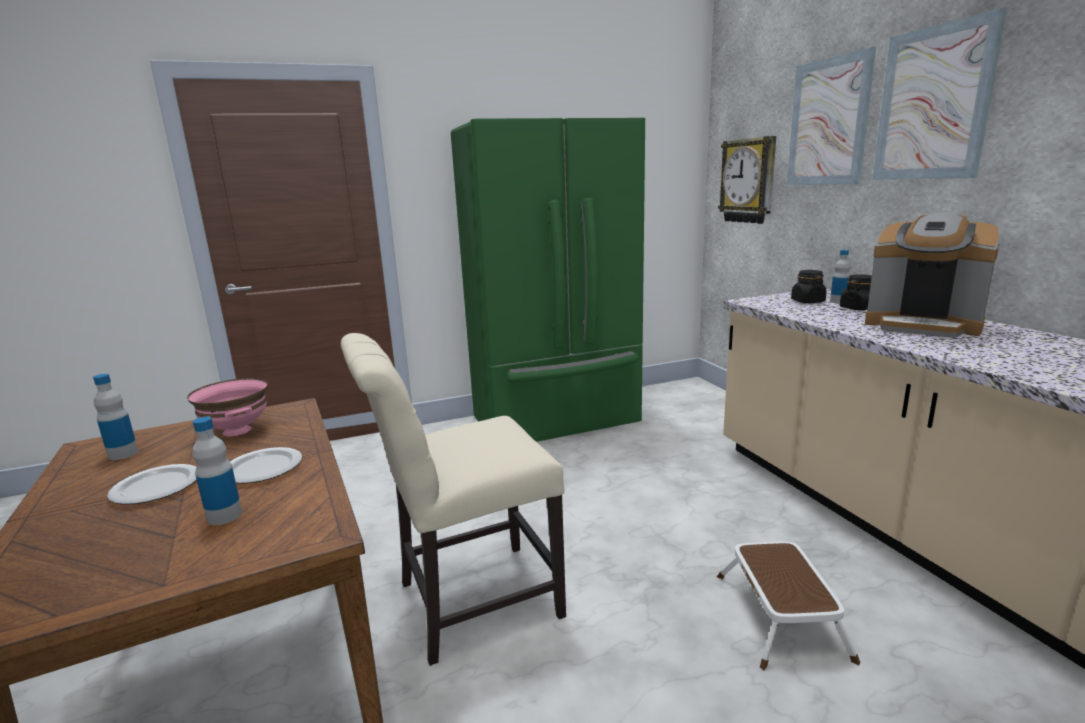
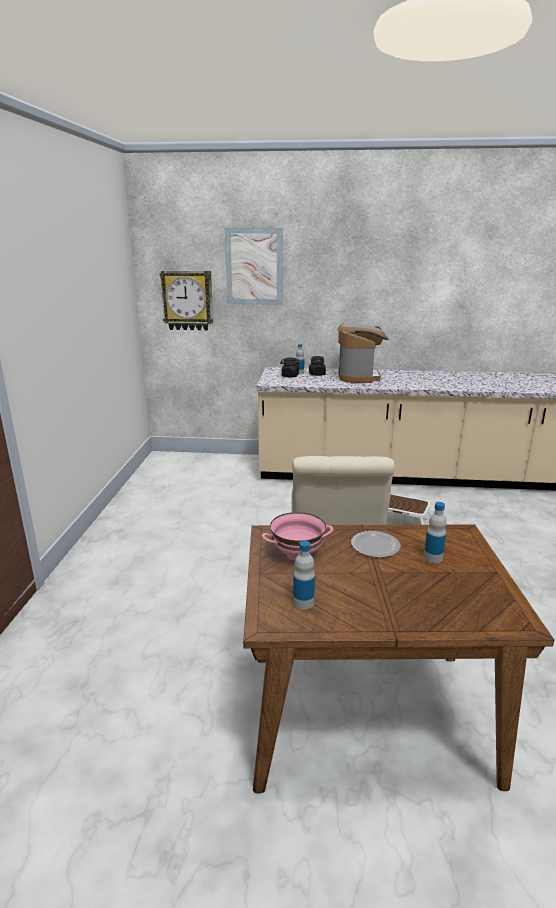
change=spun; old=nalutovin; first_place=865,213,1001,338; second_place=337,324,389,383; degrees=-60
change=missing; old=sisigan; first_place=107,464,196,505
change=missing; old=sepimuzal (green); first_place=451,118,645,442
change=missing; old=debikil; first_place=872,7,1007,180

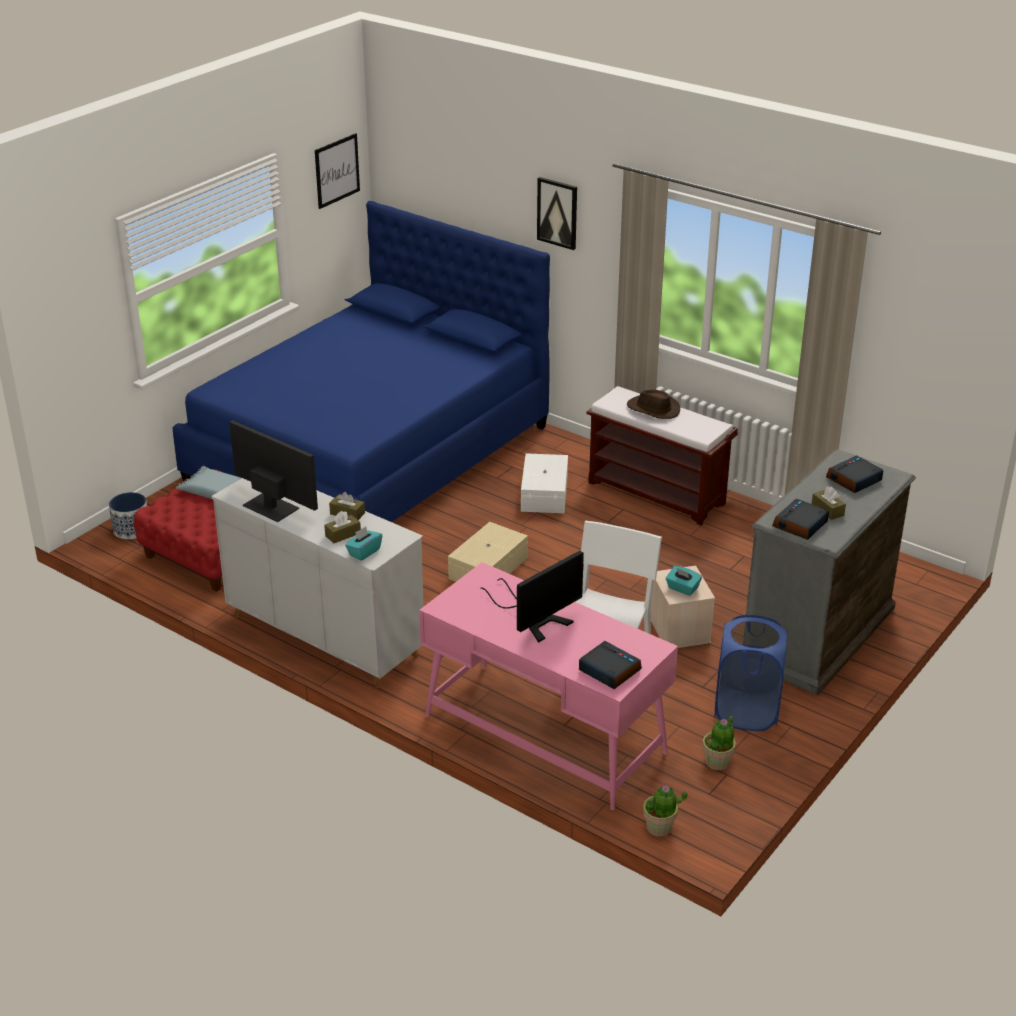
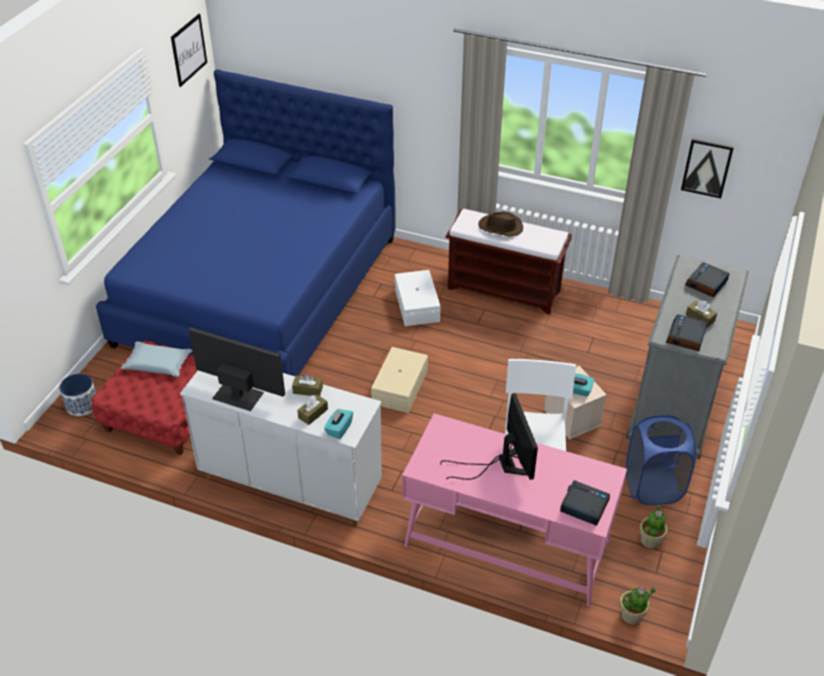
change=spun; old=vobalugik; first_place=480,551,584,643; second_place=440,393,538,480; degrees=-45
change=relocated; old=debikil; first_place=537,177,577,250; second_place=681,138,734,198

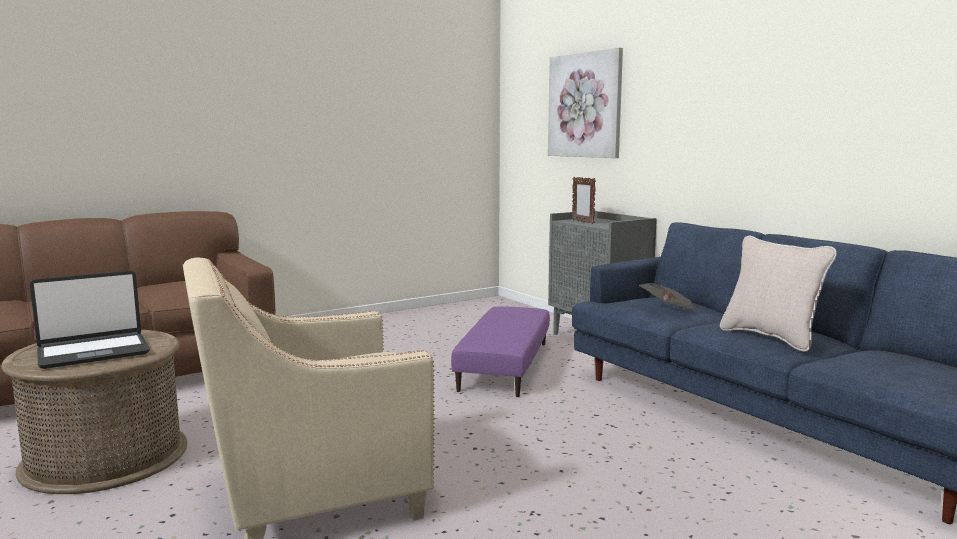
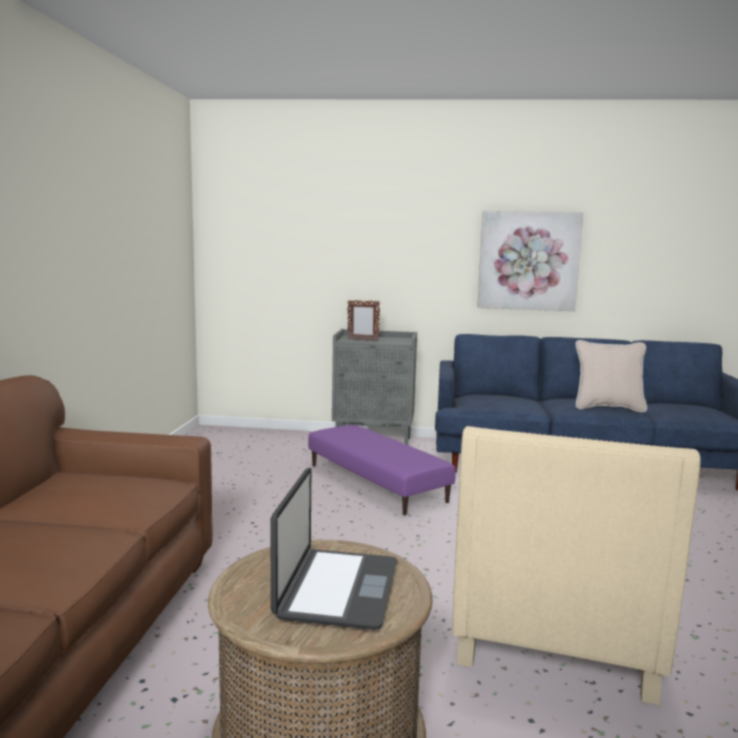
change=relocated; old=debikil; first_place=548,48,623,158; second_place=477,210,584,311
change=missing; old=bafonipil; first_place=639,283,694,308

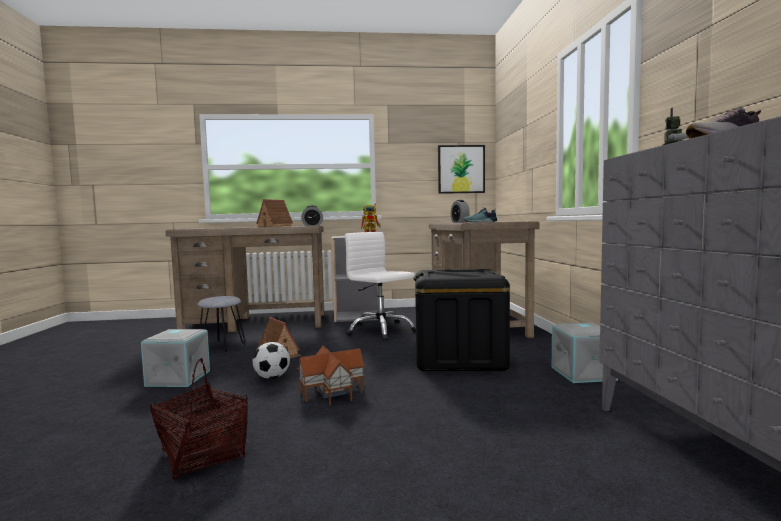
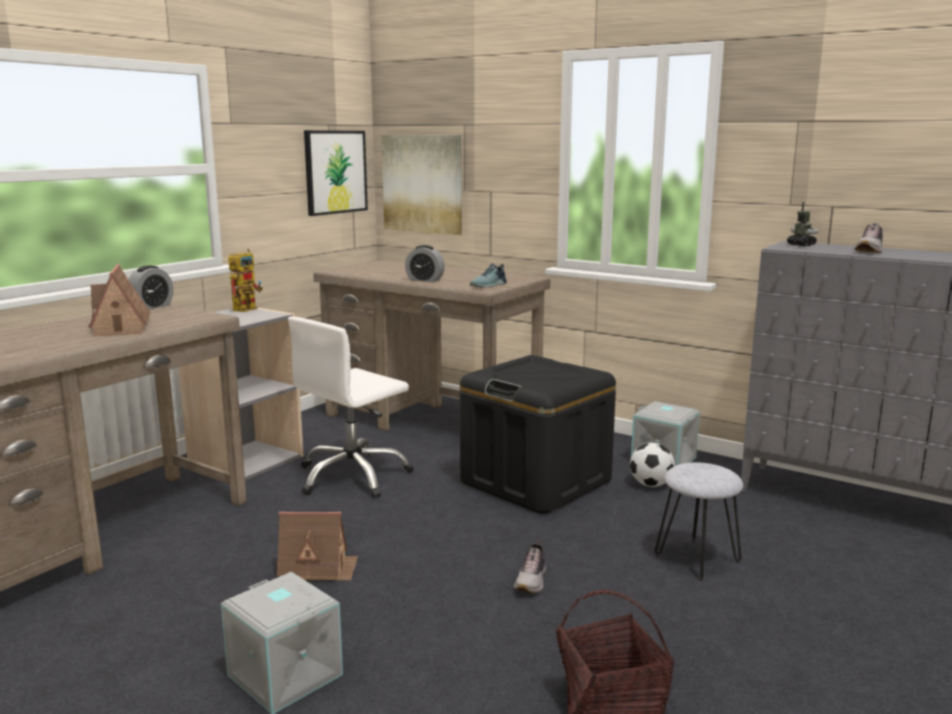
change=spun; old=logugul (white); first_place=345,232,416,340; second_place=288,316,414,498; degrees=-45
change=appeared; new=debikil; second_place=382,135,462,235
change=exchanged; old=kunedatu; new=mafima; first_place=297,345,365,405; second_place=514,539,546,593
change=relocated; old=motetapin; first_place=252,342,290,379; second_place=630,443,675,487
change=relocated; old=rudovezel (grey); first_place=197,296,245,354; second_place=655,462,743,581

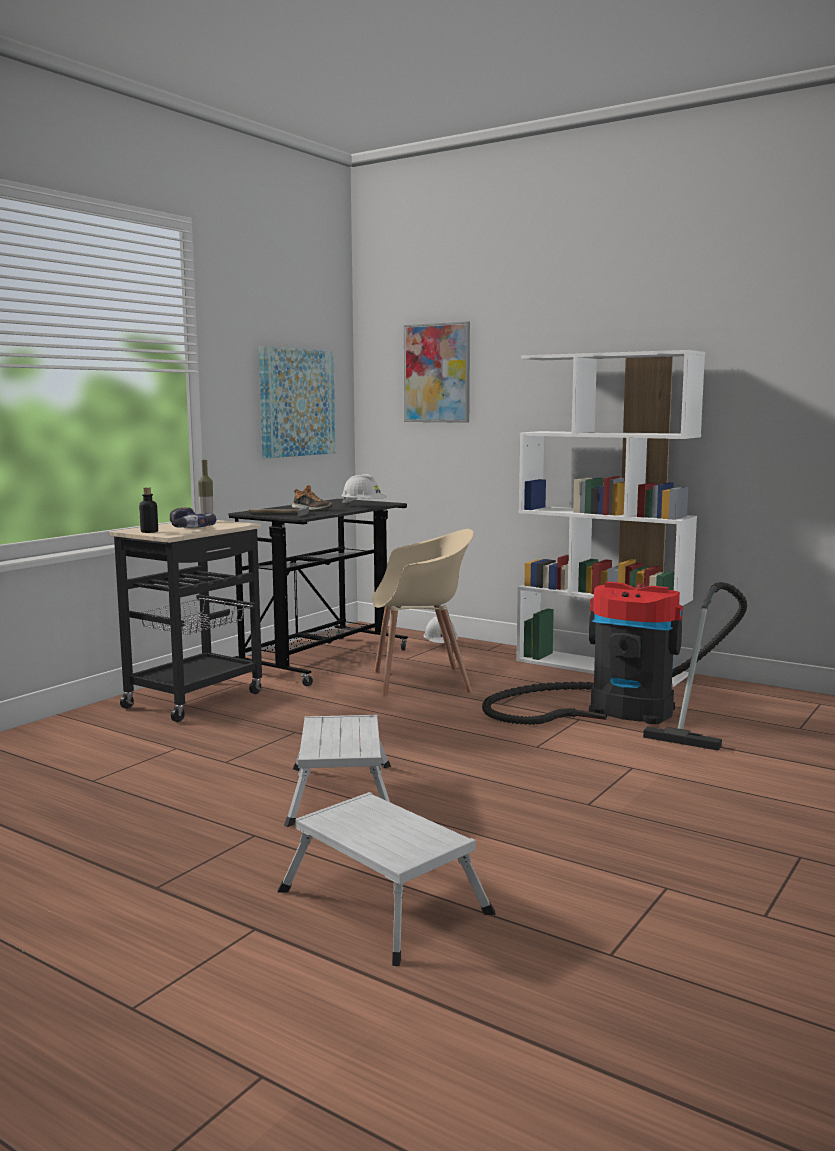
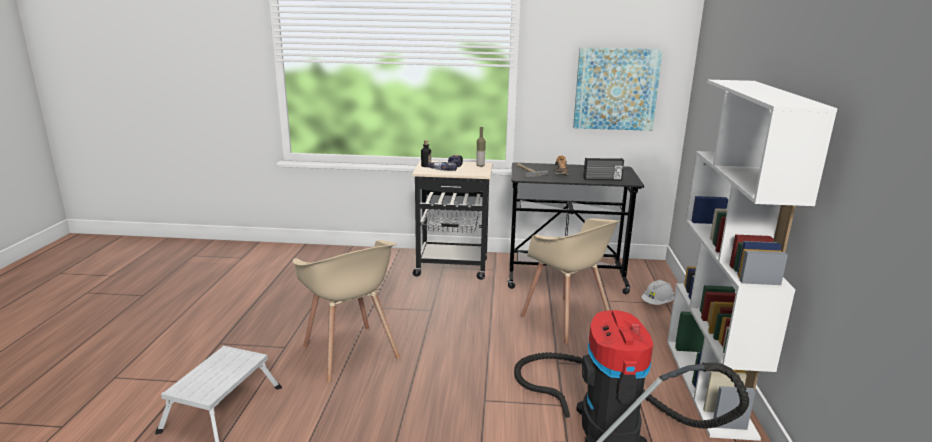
change=exchanged; old=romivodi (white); new=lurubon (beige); first_place=284,715,391,827; second_place=293,240,400,382
change=exchanged; old=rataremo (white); new=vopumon; first_place=341,474,387,505; second_place=583,158,624,180
change=missing; old=debikil; first_place=404,321,470,423

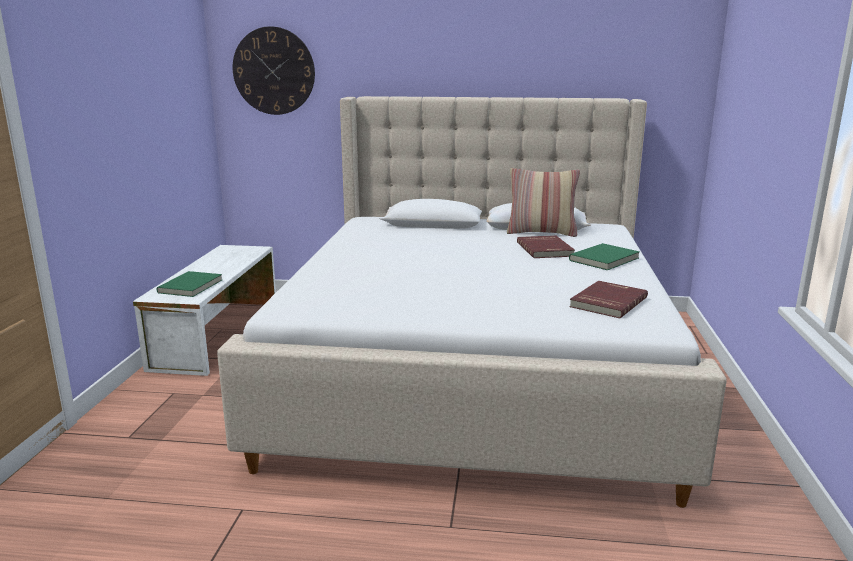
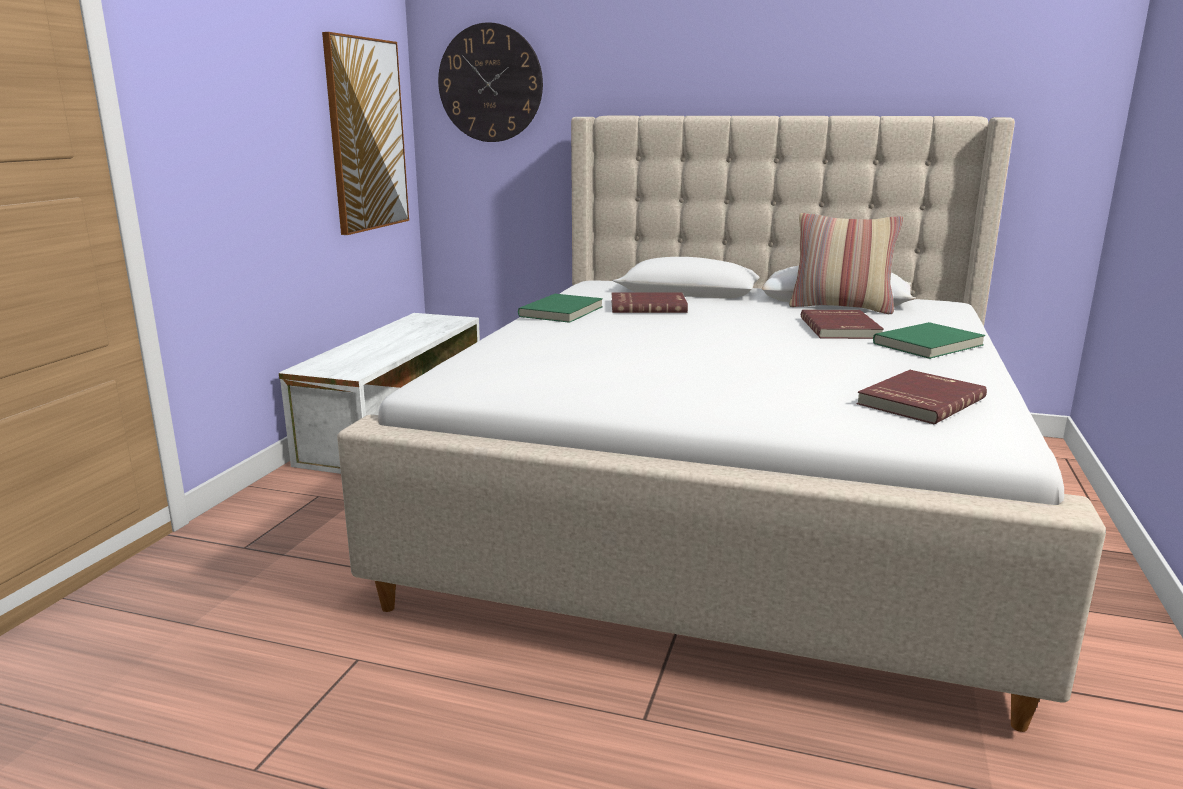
change=appeared; new=debikil; second_place=322,32,409,235
change=relocated; old=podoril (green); first_place=157,271,222,297; second_place=518,294,603,323
change=appeared; new=podoril (red); second_place=611,292,688,313

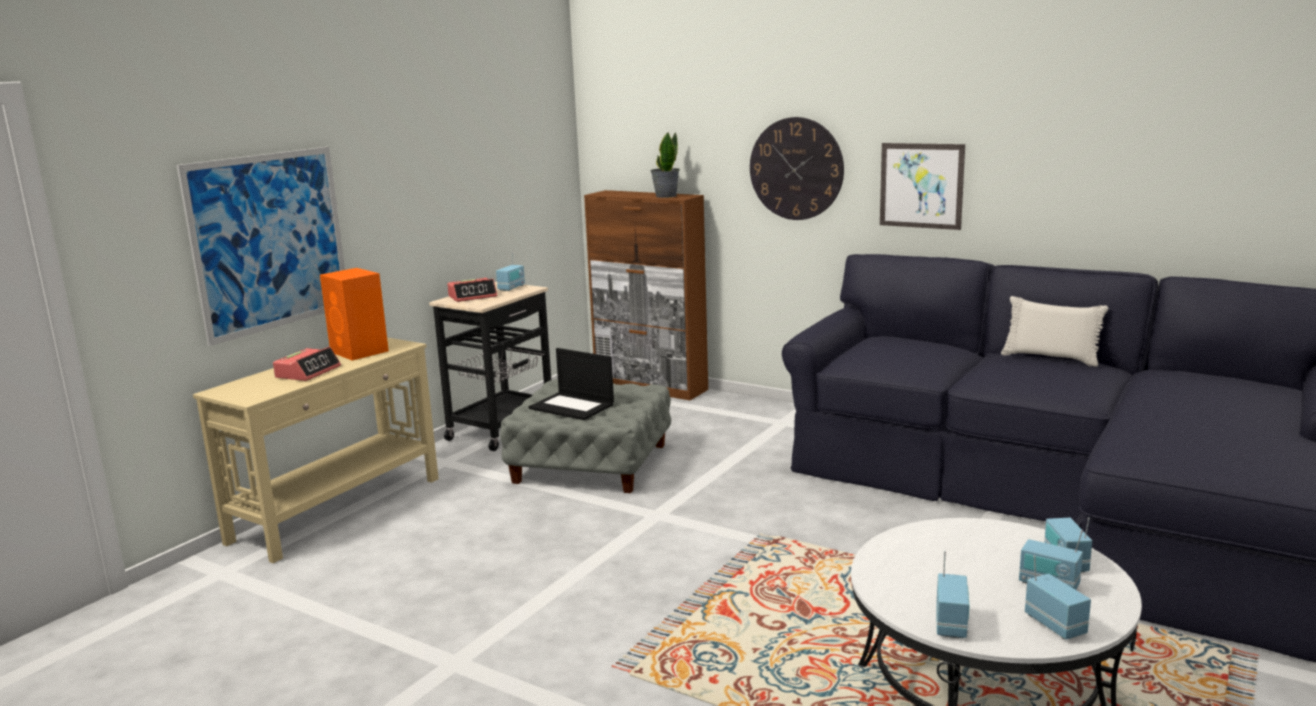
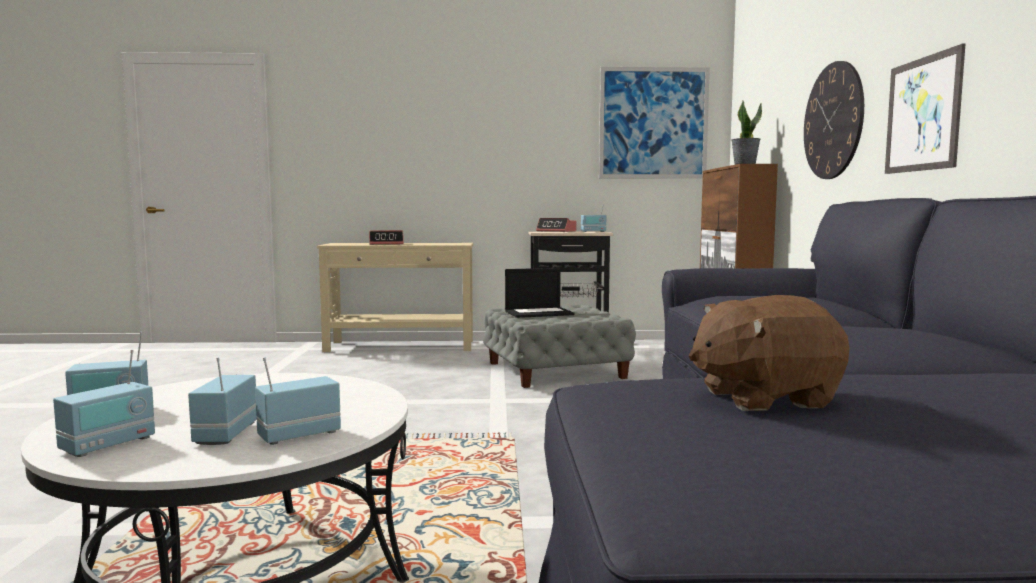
change=spun; old=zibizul; first_place=529,348,614,420; second_place=505,268,575,318; degrees=-105
change=relocated; old=debikil; first_place=177,147,345,346; second_place=599,67,710,179
change=appeared; new=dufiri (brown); second_place=689,295,850,411
change=missing; old=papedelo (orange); first_place=320,268,389,361
change=missing; old=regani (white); first_place=1001,296,1108,367

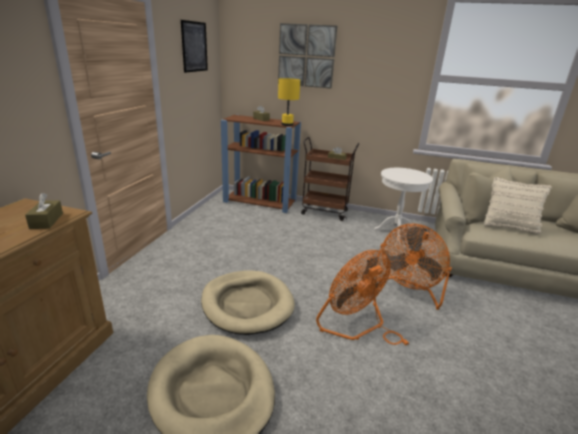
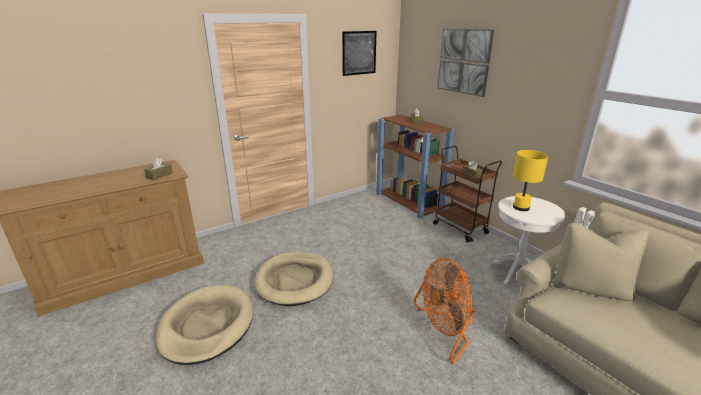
change=relocated; old=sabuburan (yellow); first_place=278,78,300,126; second_place=513,150,548,211
change=missing; old=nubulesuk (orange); first_place=316,250,409,346
change=missing; old=regani (beige); first_place=484,177,552,235

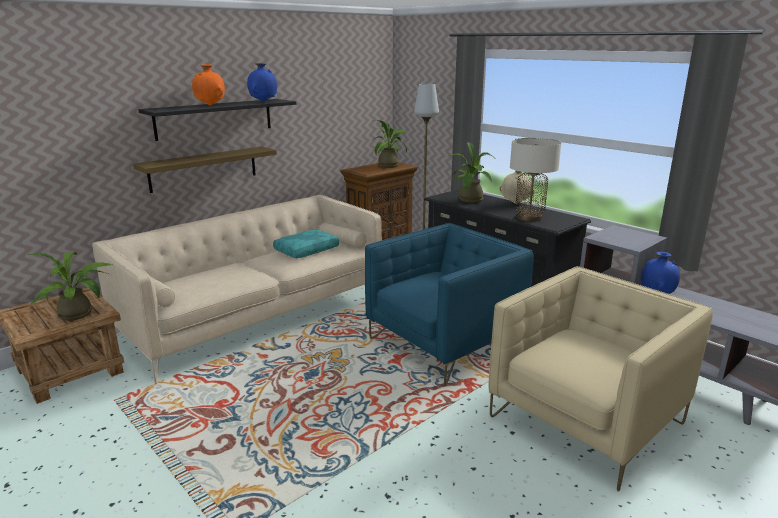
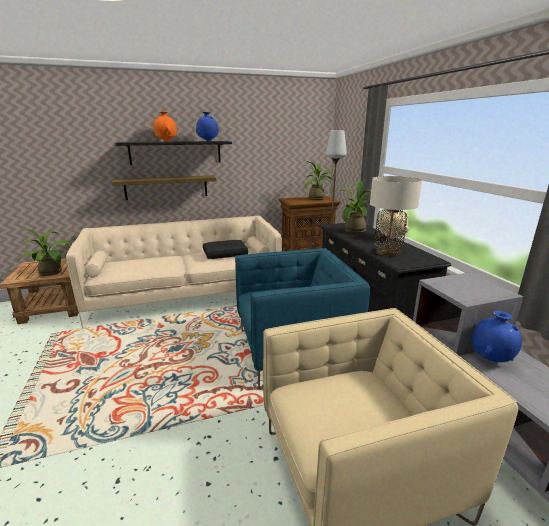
change=colour; old=regani (turquoise); new=regani (black); first_place=273,230,339,258; second_place=203,240,248,259

